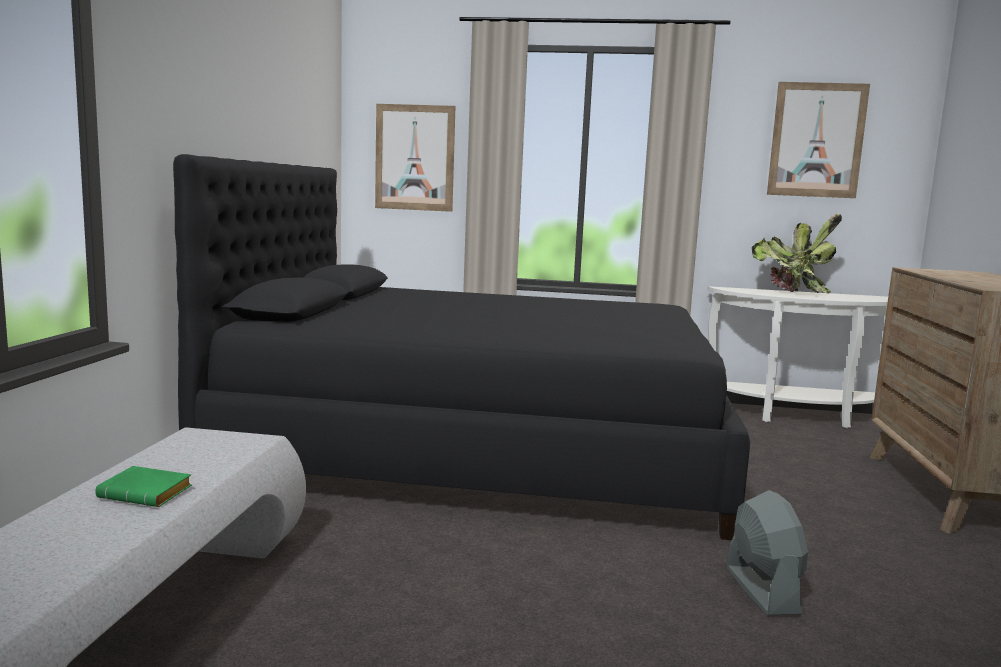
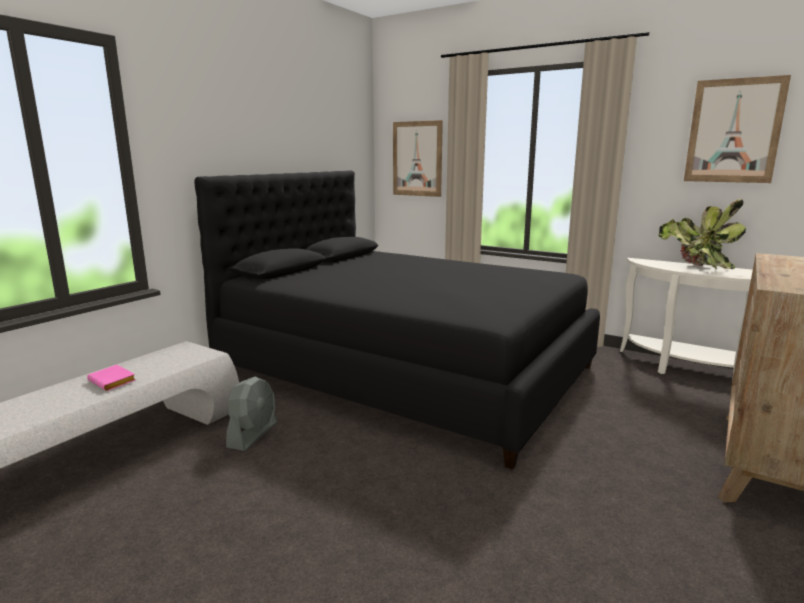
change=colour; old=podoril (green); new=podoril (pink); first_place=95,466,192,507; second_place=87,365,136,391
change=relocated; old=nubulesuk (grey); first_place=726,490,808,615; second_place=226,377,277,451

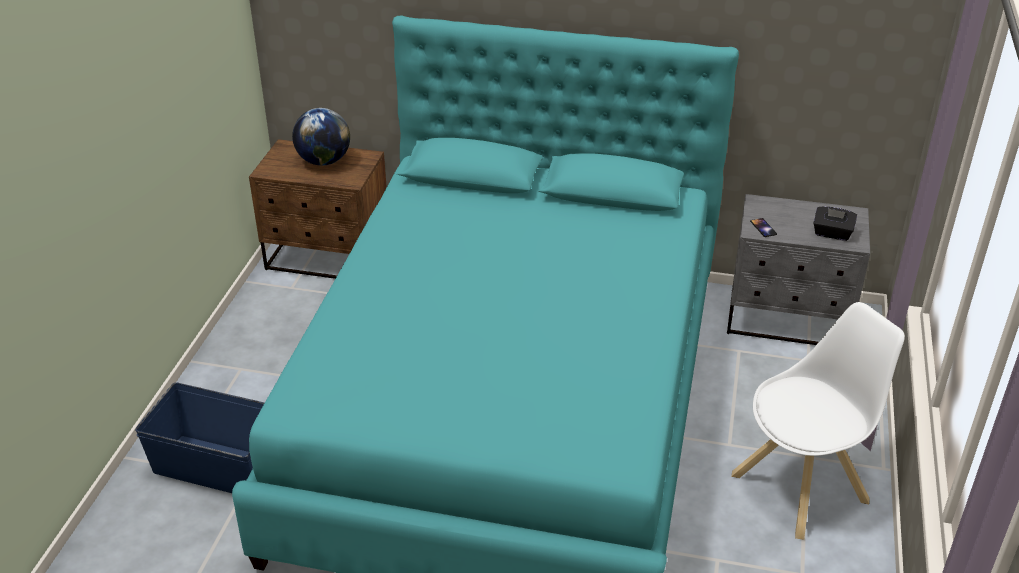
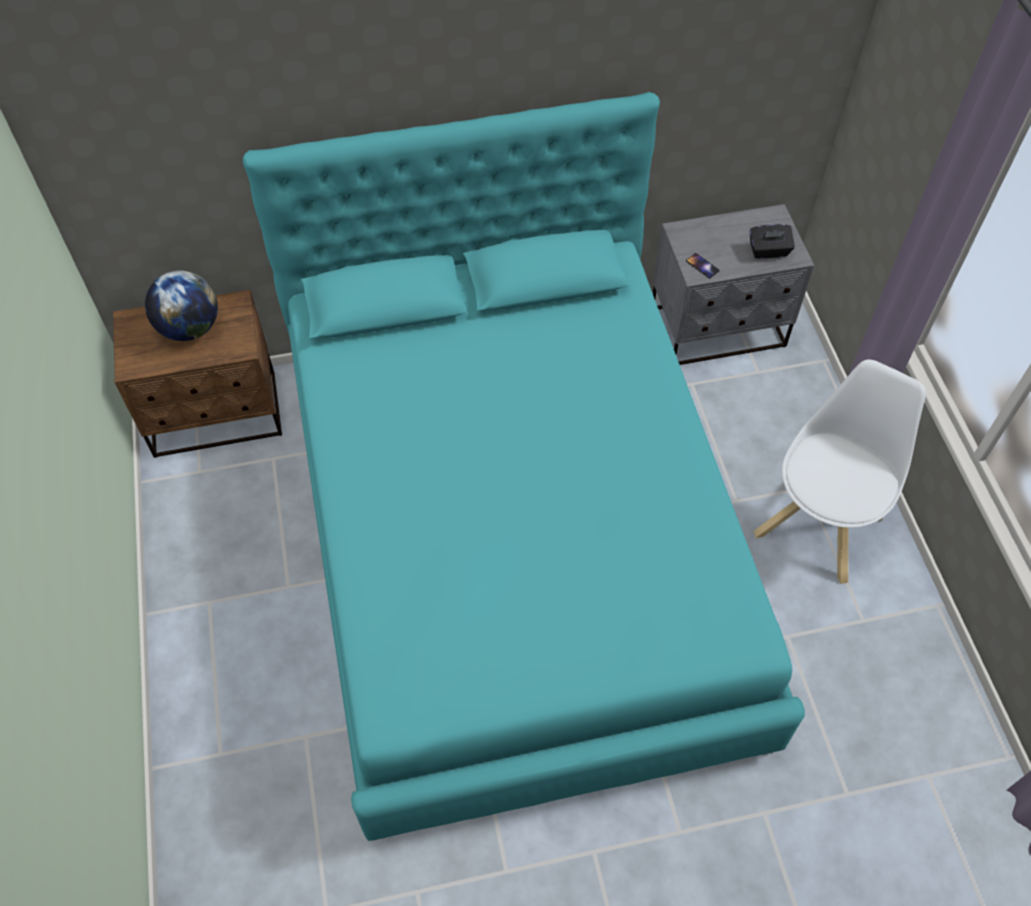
change=missing; old=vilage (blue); first_place=135,382,265,493

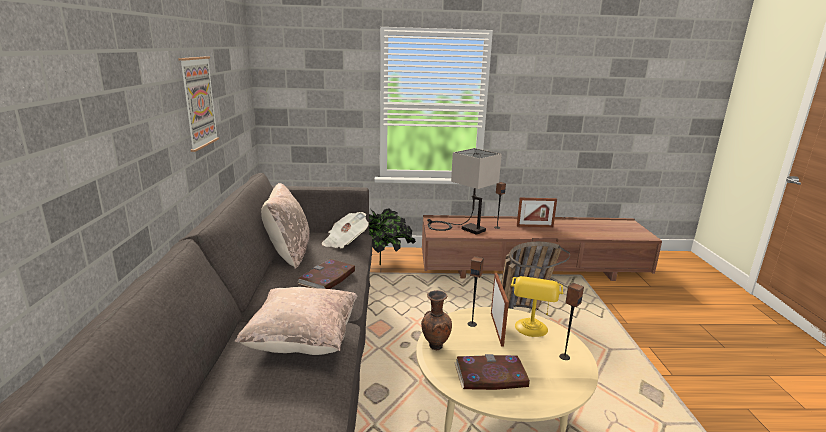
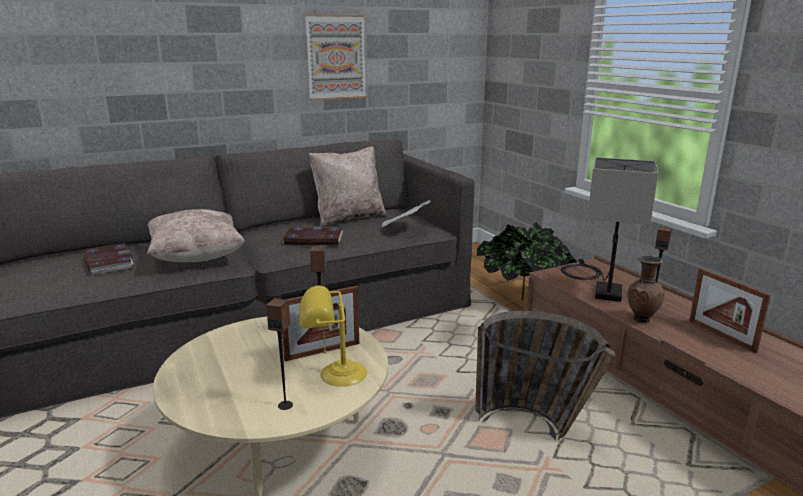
change=relocated; old=podoril; first_place=454,354,530,390; second_place=85,243,133,275
change=relocated; old=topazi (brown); first_place=421,290,452,350; second_place=628,255,664,322

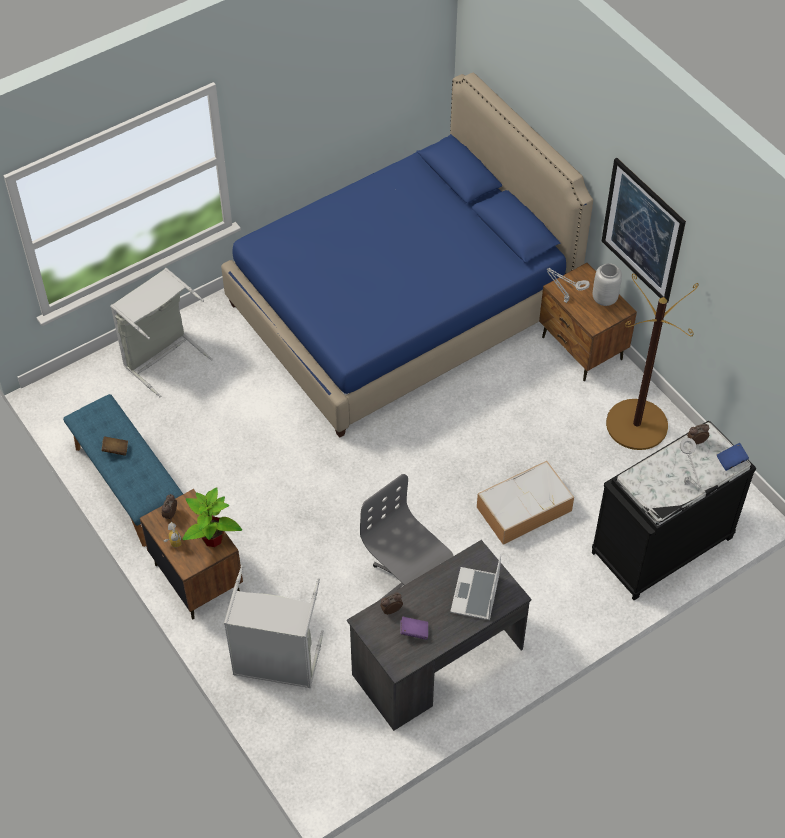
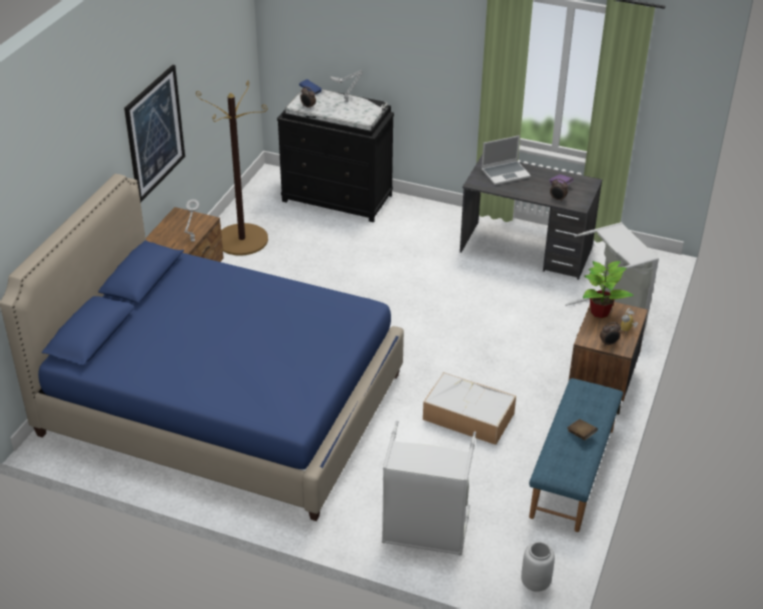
change=relocated; old=vilage; first_place=477,461,574,545; second_place=423,372,516,445
change=relocated; old=topazi (grey); first_place=593,263,622,306; second_place=521,542,555,592
change=missing; old=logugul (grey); first_place=360,474,453,601

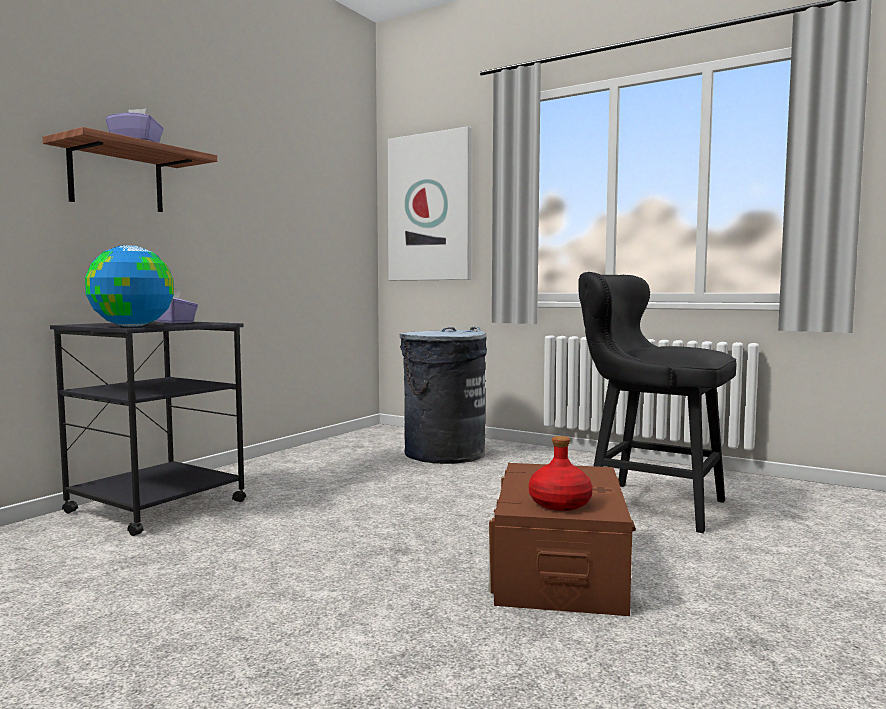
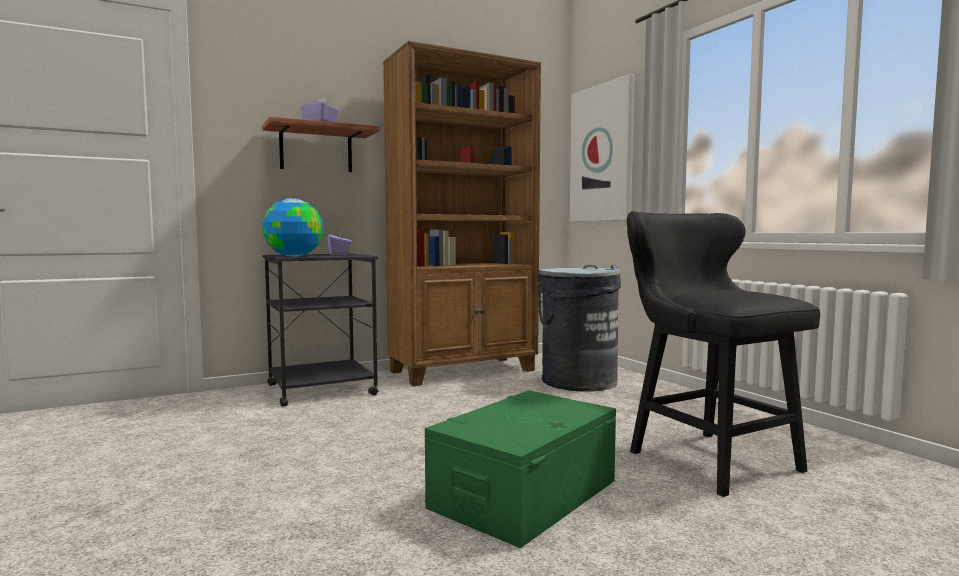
change=appeared; new=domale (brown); second_place=383,41,541,386
change=colour; old=vilage (brown); new=vilage (green); first_place=489,463,636,616; second_place=425,390,616,548
change=missing; old=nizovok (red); first_place=529,436,593,511

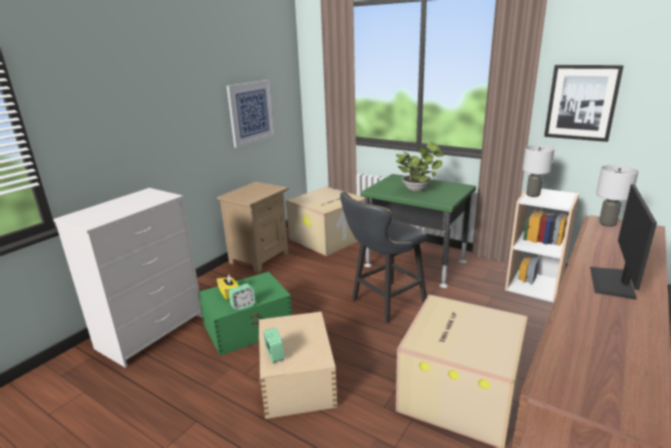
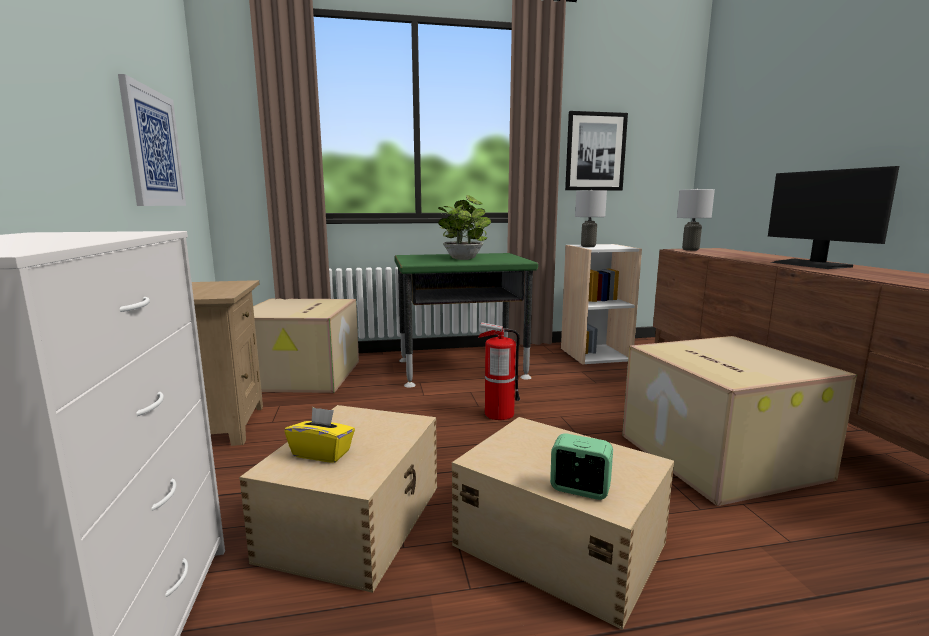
change=colour; old=vilage (green); new=vilage (beige); first_place=198,272,292,356; second_place=239,405,437,593
change=exchanged; old=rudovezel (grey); new=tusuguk; first_place=340,192,427,323; second_place=478,322,520,420
change=missing; old=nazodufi; first_place=229,283,256,311

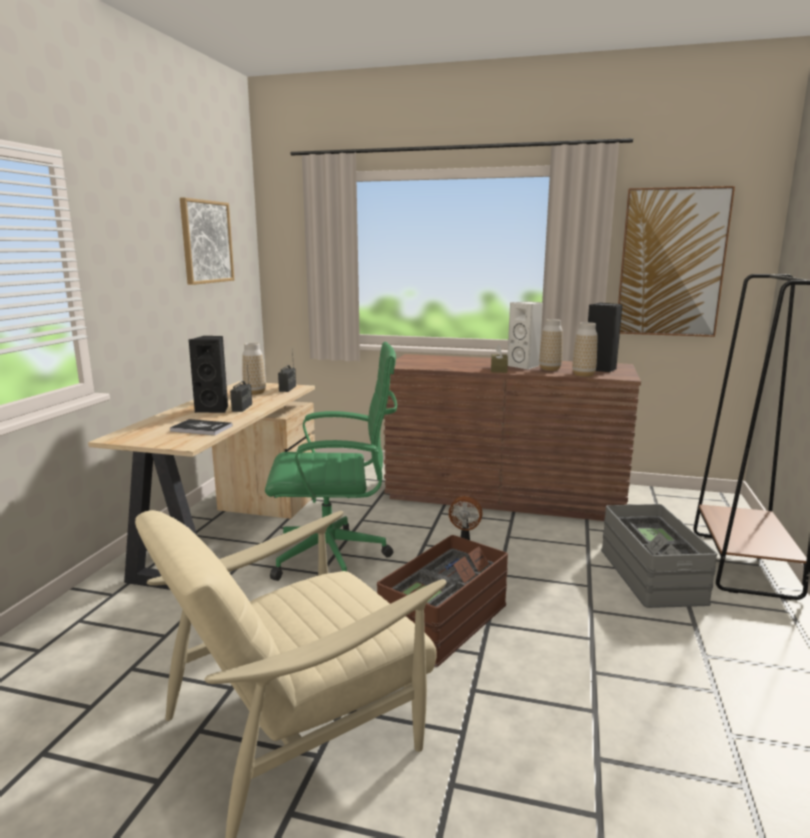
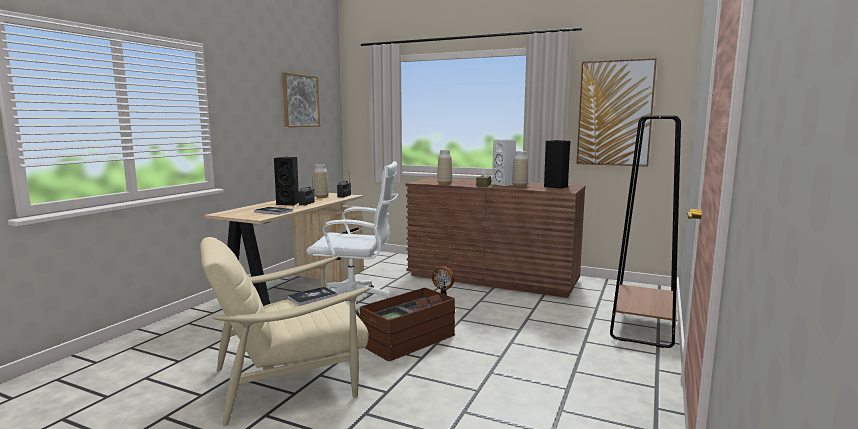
change=appeared; new=podoril; second_place=287,287,338,306
change=colour; old=logugul (green); new=logugul (white); first_place=265,342,397,581; second_place=307,161,398,318
change=relocated; old=topazi; first_place=572,322,597,377; second_place=437,150,452,185
change=missing; old=vilage (grey); first_place=601,504,717,608

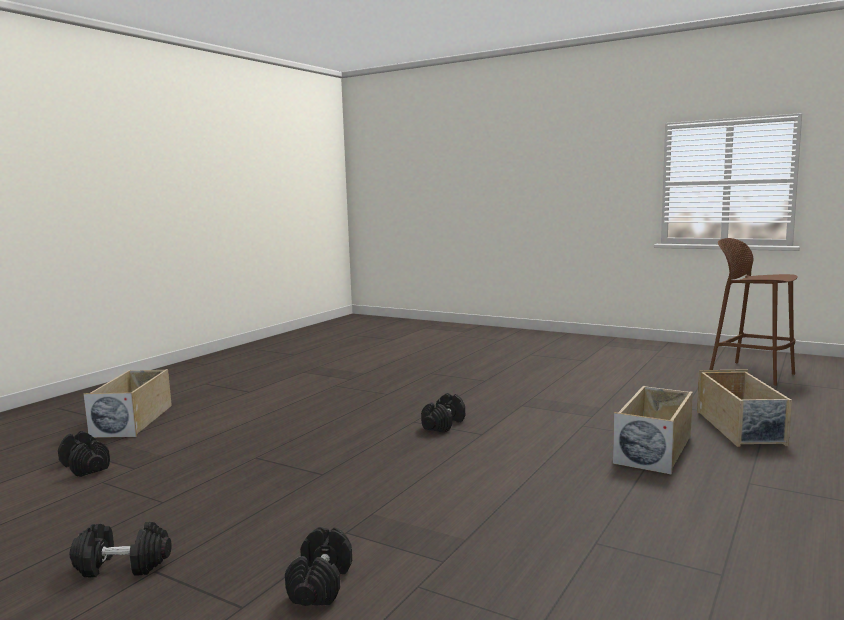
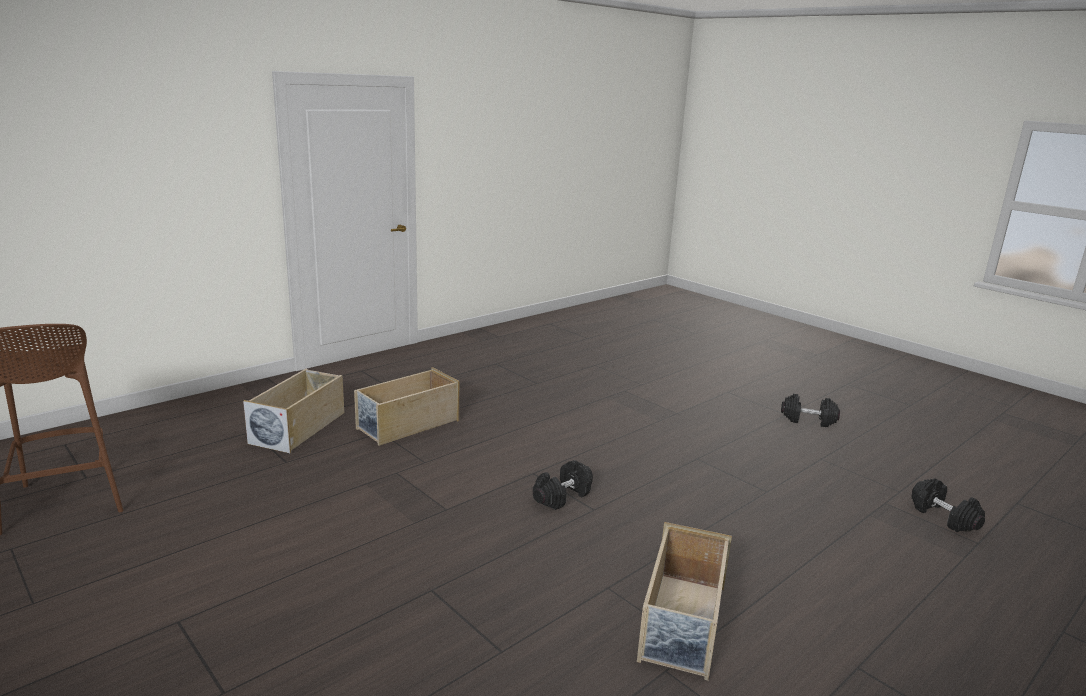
change=relocated; old=vilage (beige); first_place=83,369,172,438; second_place=637,522,732,680
change=missing; old=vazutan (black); first_place=285,527,352,606

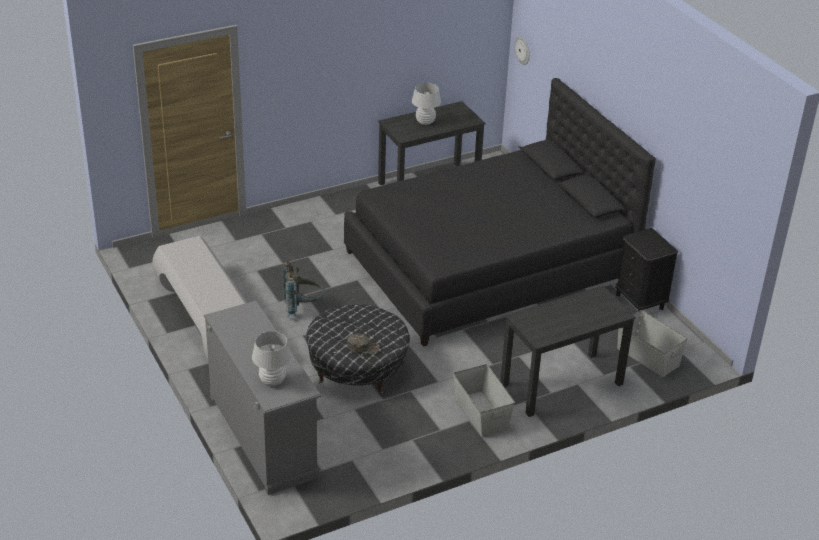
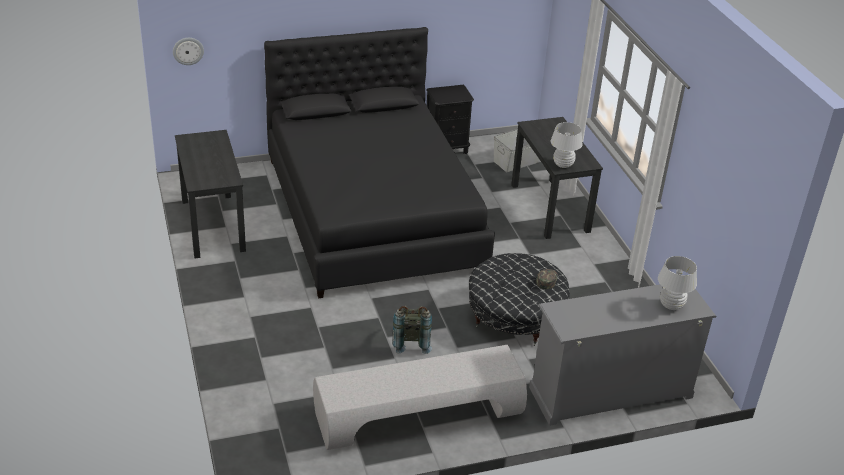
change=relocated; old=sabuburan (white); first_place=412,83,441,125; second_place=551,122,583,168
change=missing; old=vilage (grey); first_place=453,364,515,438

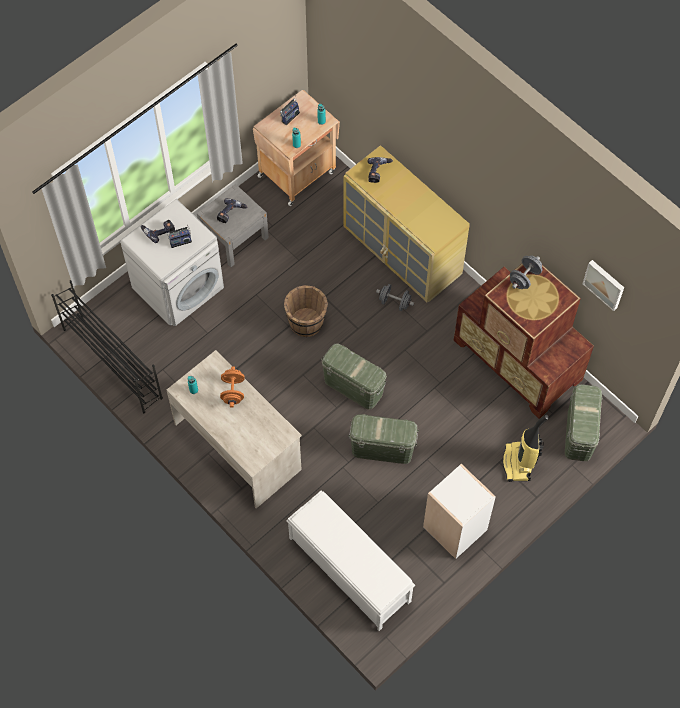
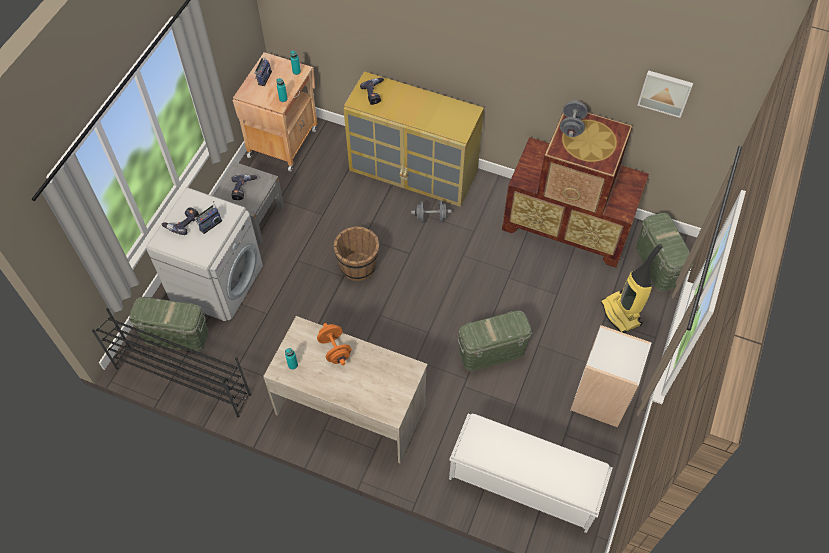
change=relocated; old=vilage (green); first_place=321,343,387,410; second_place=129,297,208,352

